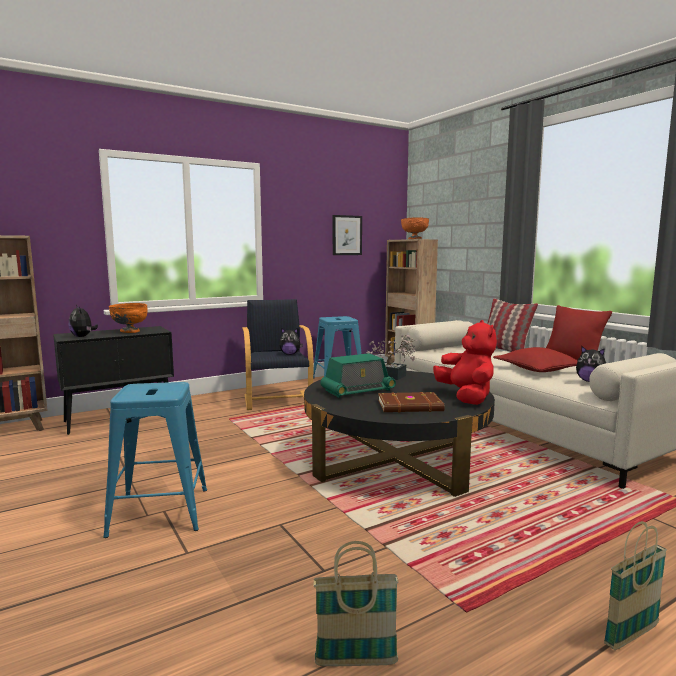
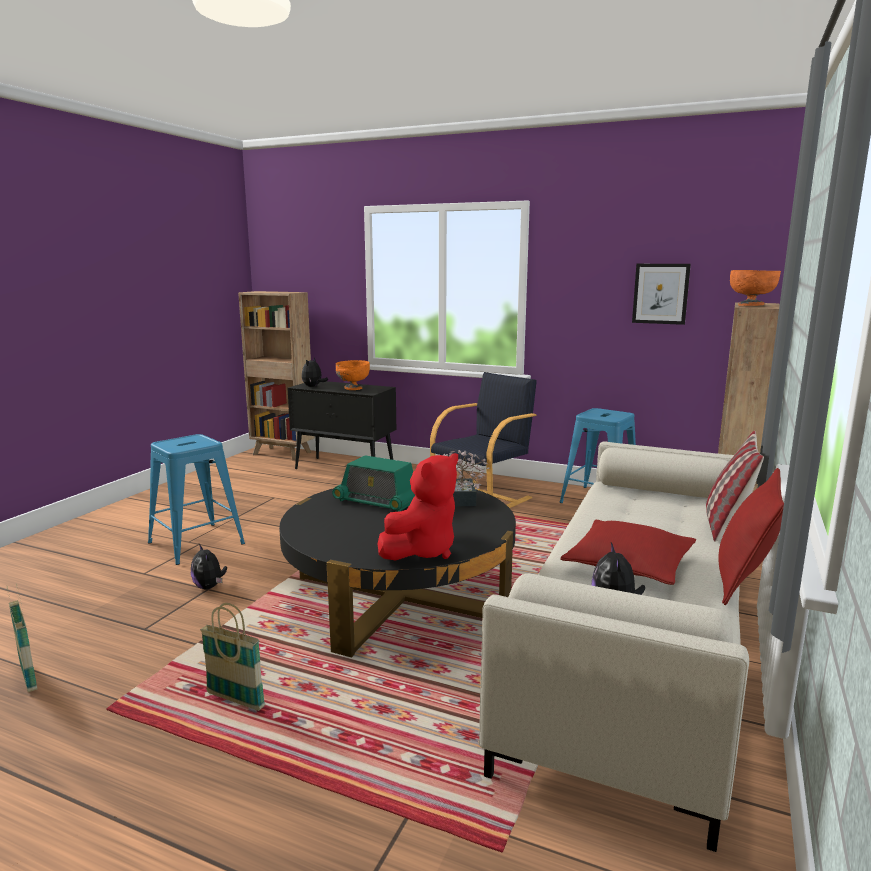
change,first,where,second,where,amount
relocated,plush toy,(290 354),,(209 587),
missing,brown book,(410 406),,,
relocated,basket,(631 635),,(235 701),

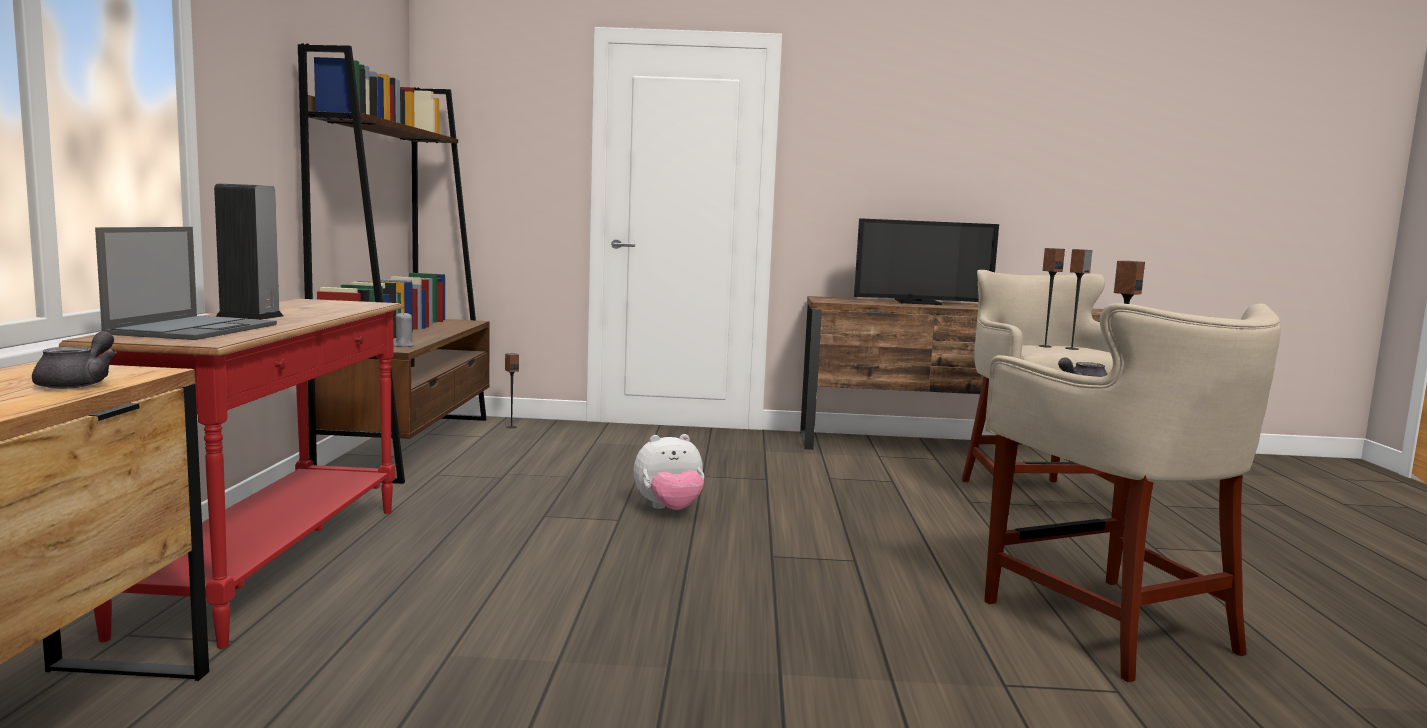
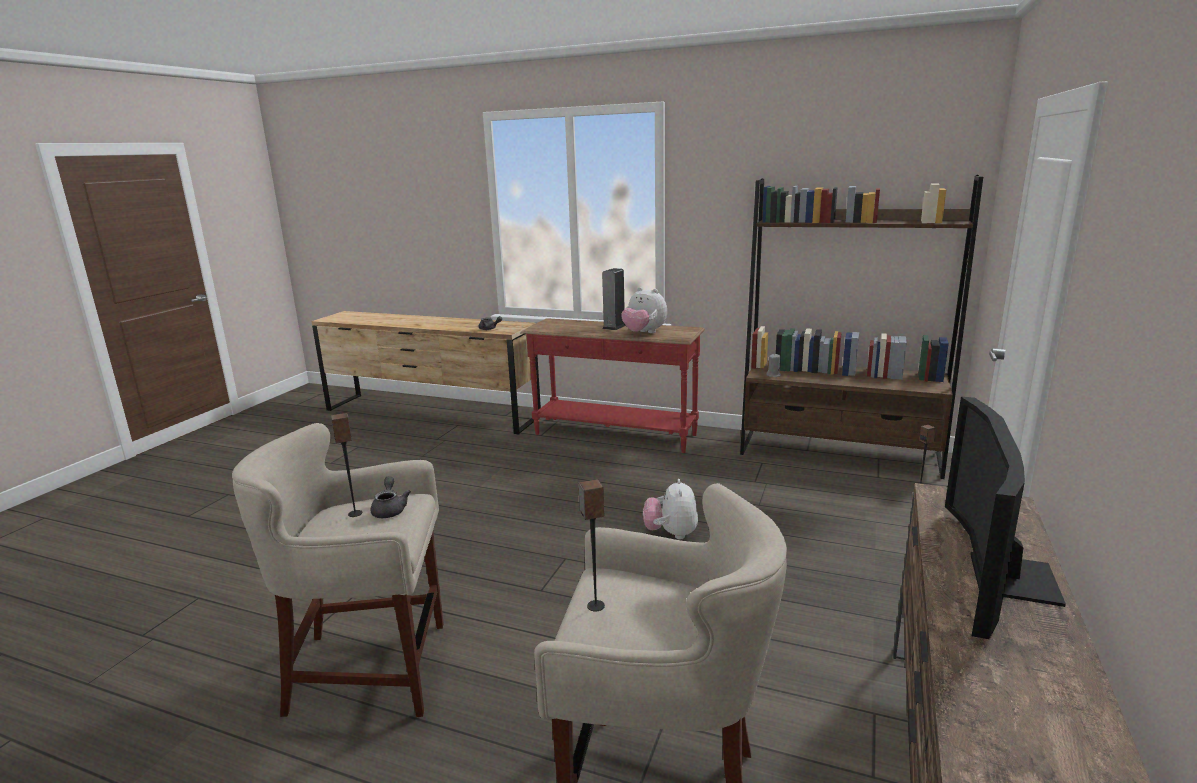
change,first,where,second,where,amount
missing,laptop,(194 329),,,
missing,speaker,(1045 346),,,
appeared,,,plush toy,(644 333),

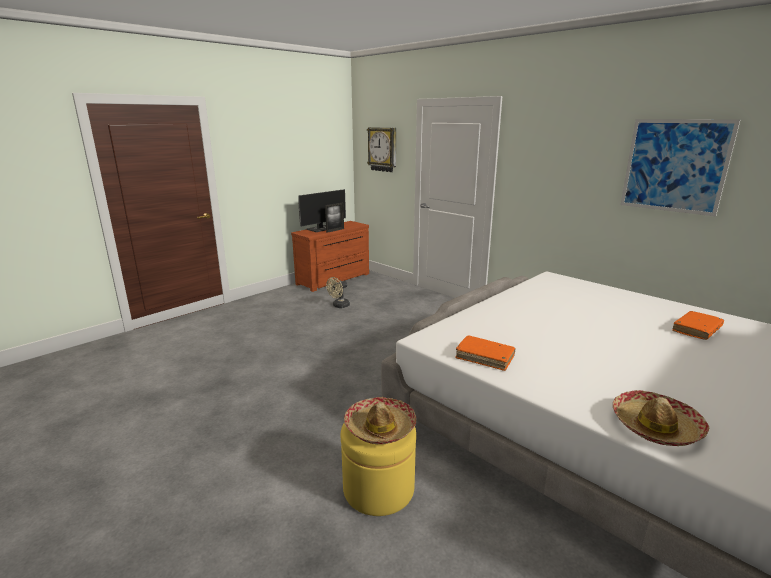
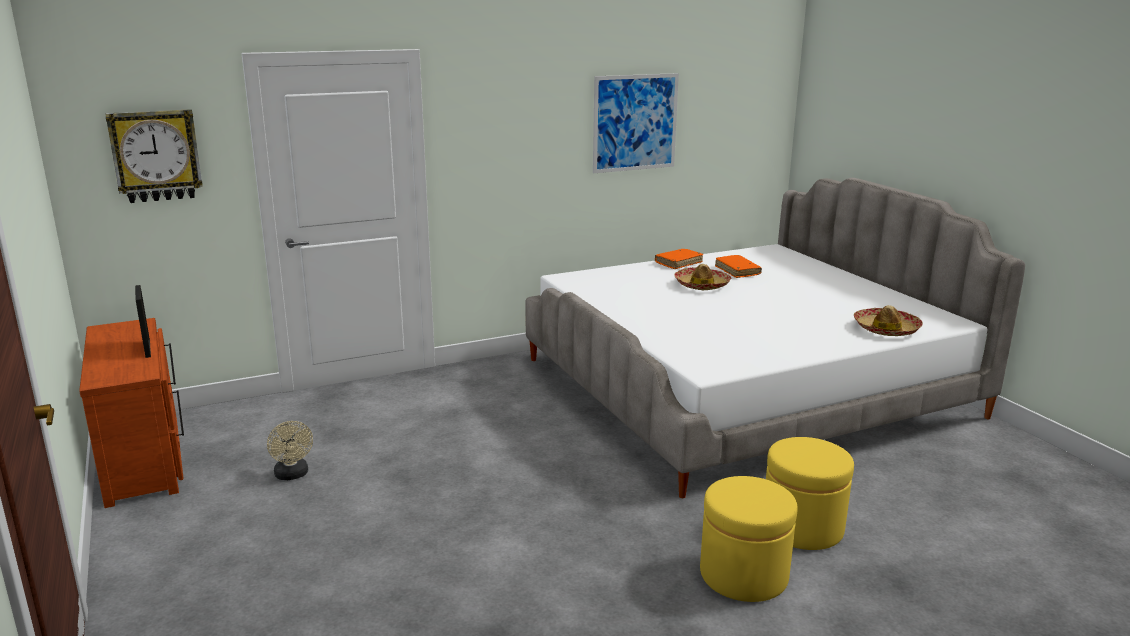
change,first,where,second,where,amount
missing,monitor,(321 228),,,
relocated,orange book,(484 357),,(678 263),
relocated,hat,(380 428),,(702 285),
appeared,,,yellow ottoman,(743 575),

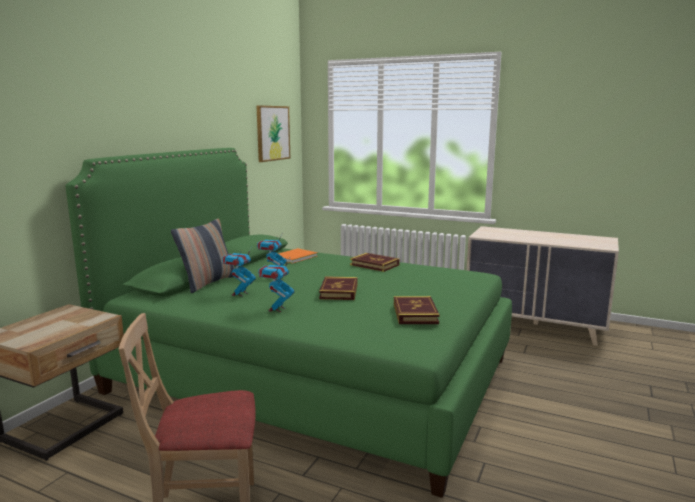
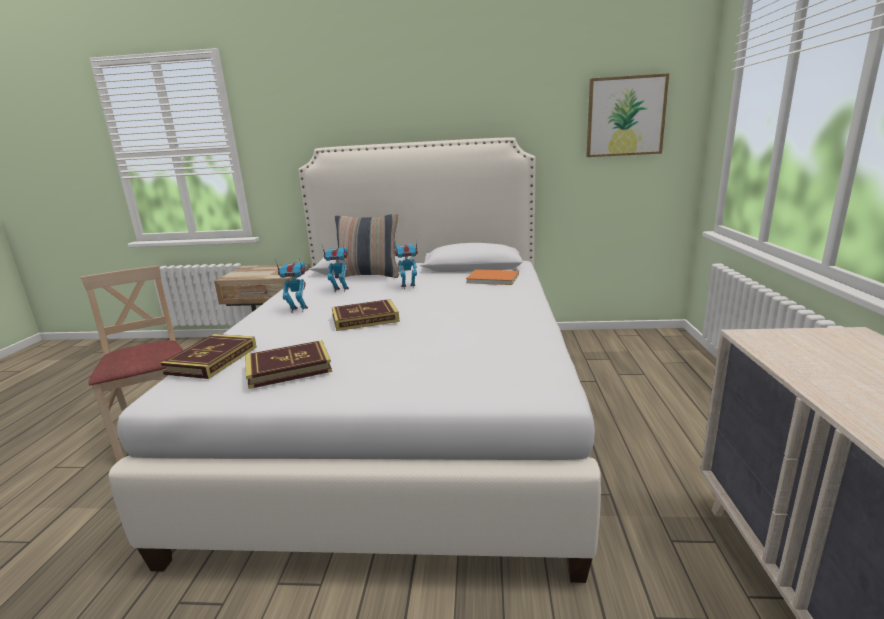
change,first,where,second,where,amount
colour,green bed,(311 375),white bed,(404 411),
relocated,book,(374 265),,(212 360),

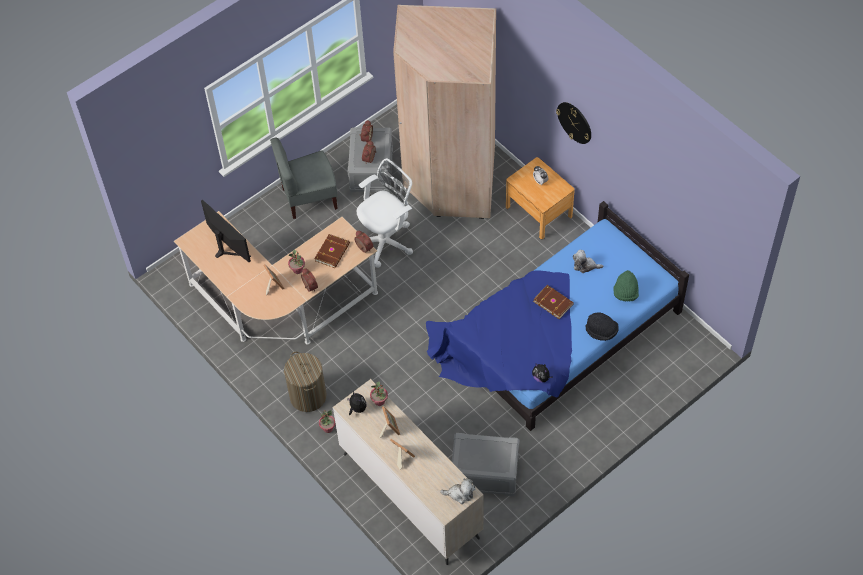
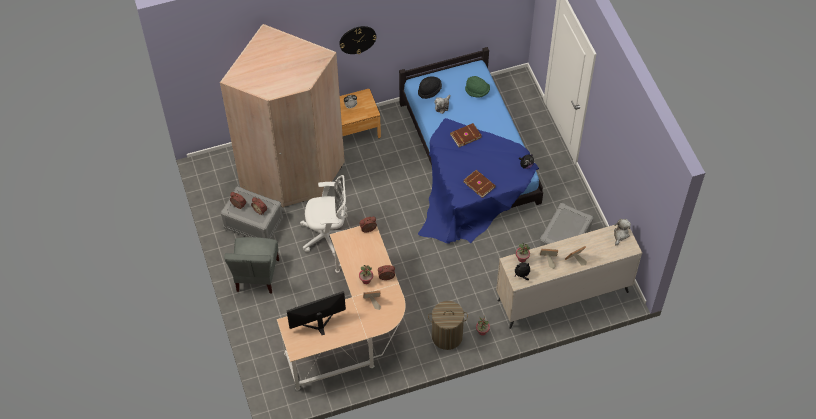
change,first,where,second,where,amount
spun,white office chair,(386 241),,(328 236),105 degrees clockwise
relocated,brown book,(333 252),,(479 184),
relocated,black hat,(601 331),,(429 90),

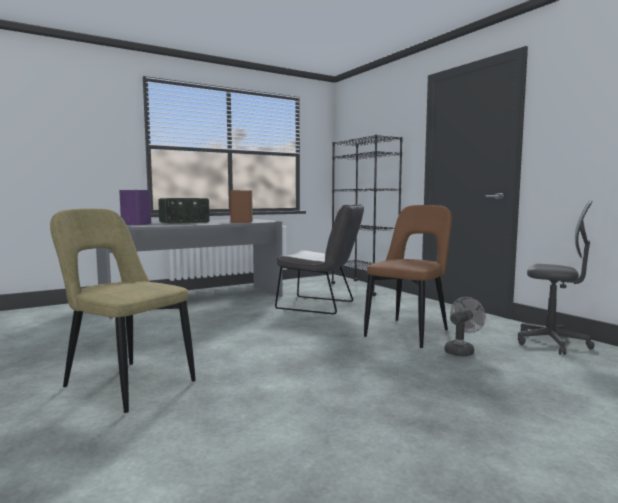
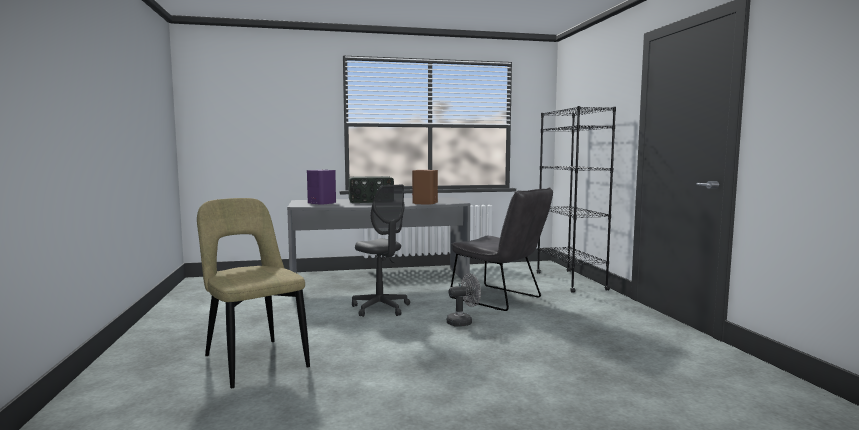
change,first,where,second,where,amount
relocated,grey office chair,(551 343),,(380 308),
missing,brown chair,(409 332),,,
relocated,grey fan,(461 351),,(463 322),

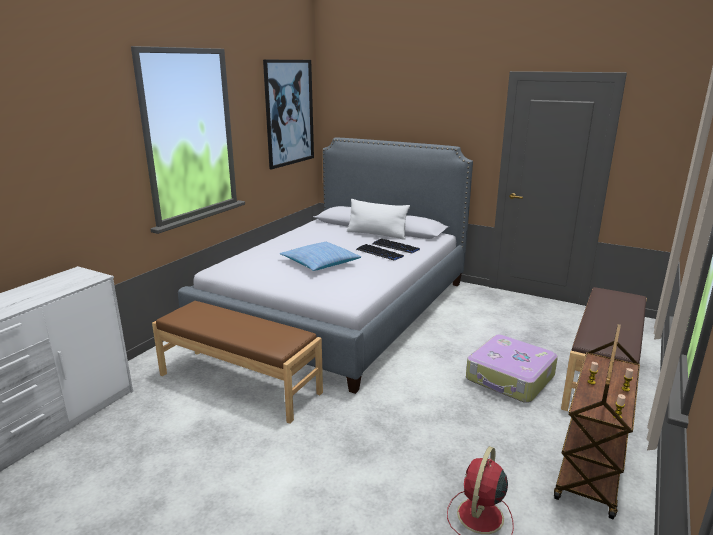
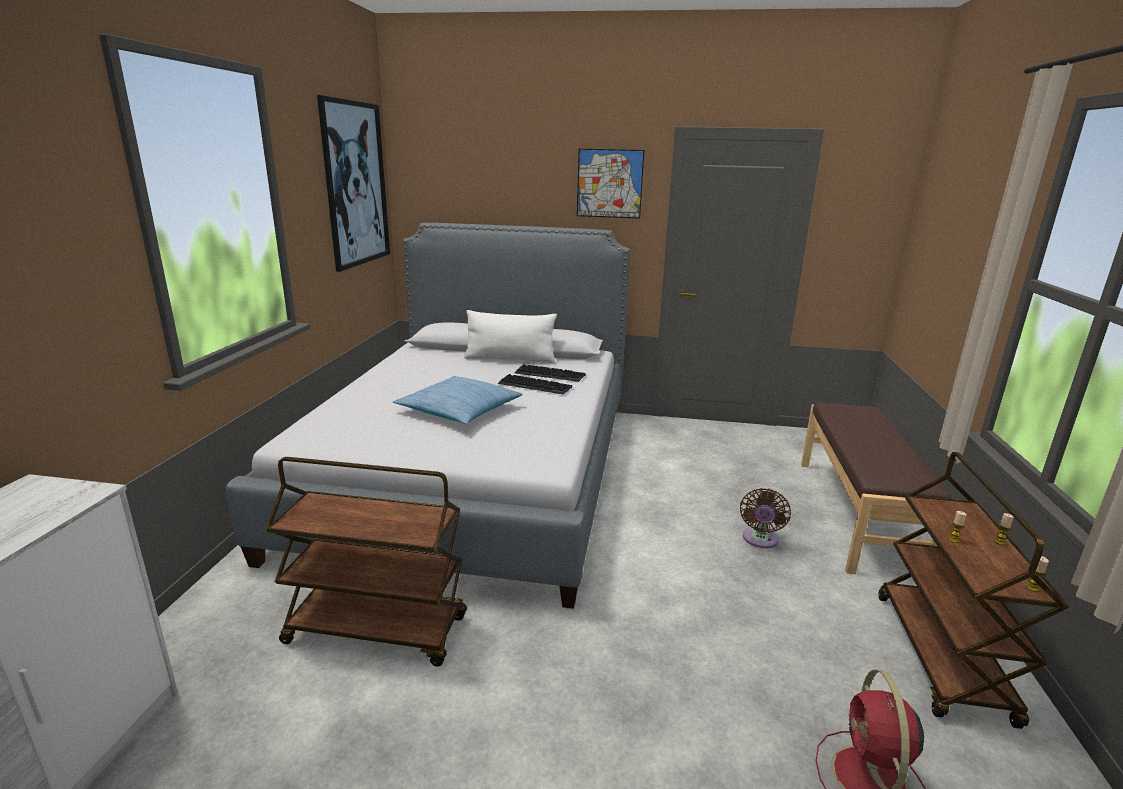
change,first,where,second,where,amount
exchanged,brown bench,(240 383),brown cart,(378 630),
exchanged,suitcase,(510 378),brown fan,(759 540),
appeared,,,picture,(609 183),

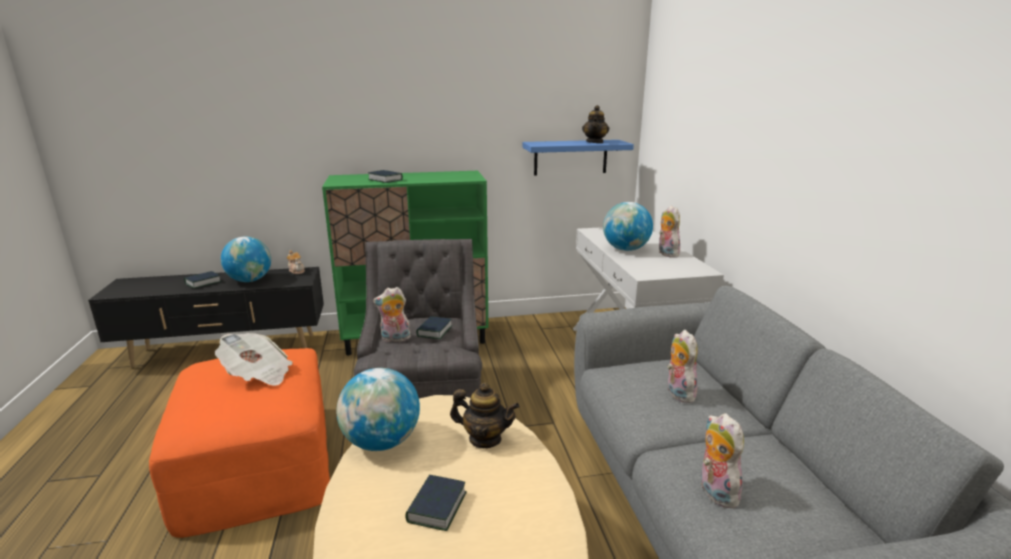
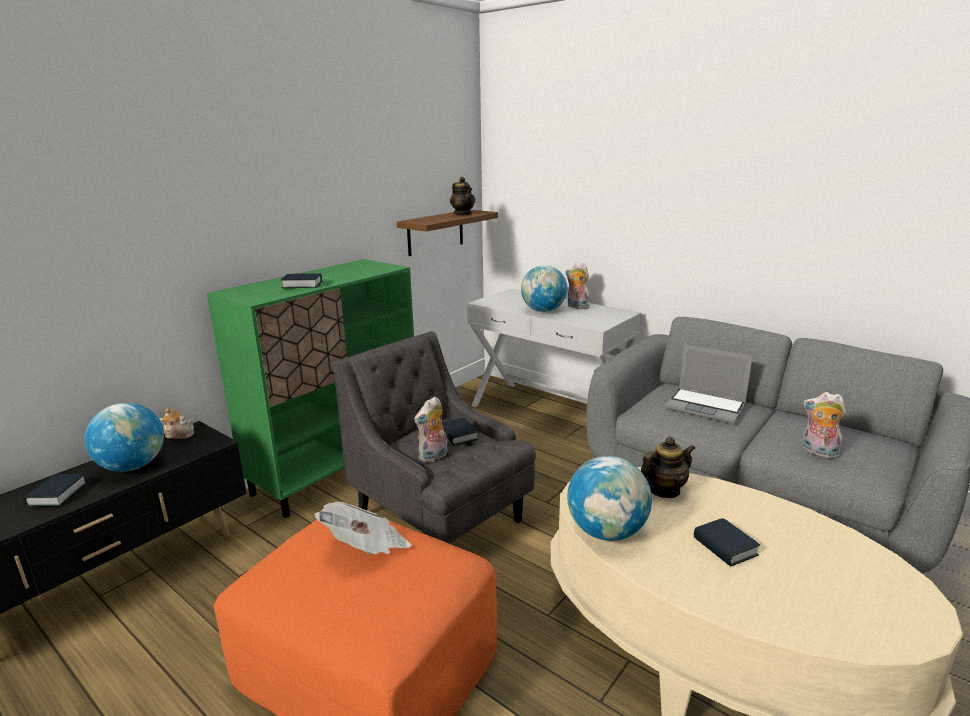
change,first,where,second,where,amount
colour,blue shelf,(570 157),brown shelf,(435 232),
exchanged,plush toy,(677 393),laptop,(706 407),

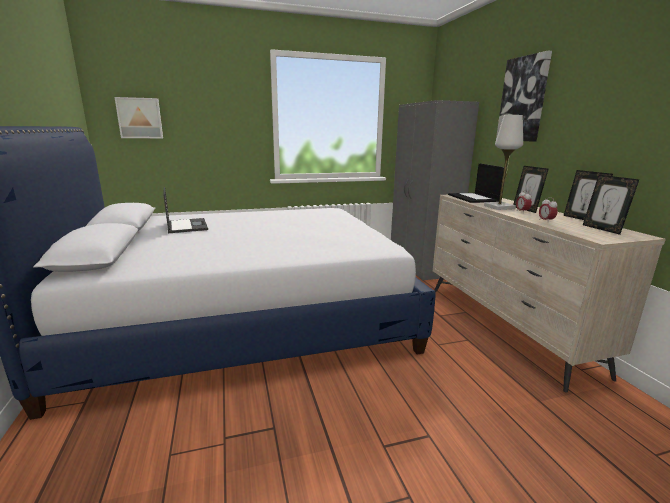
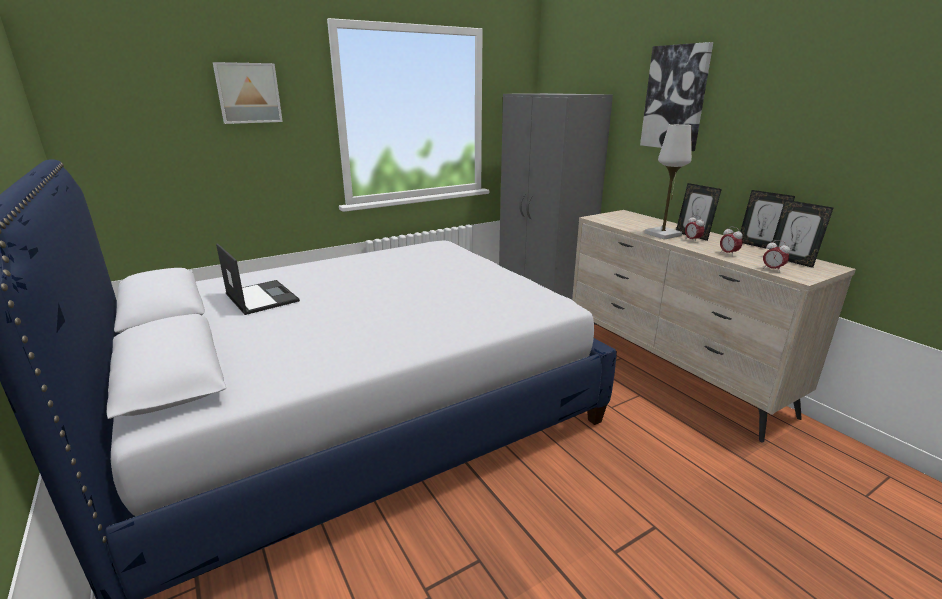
change,first,where,second,where,amount
relocated,picture,(140 118),,(248 93),
missing,laptop,(474 198),,,
appeared,,,alarm clock,(772 269),

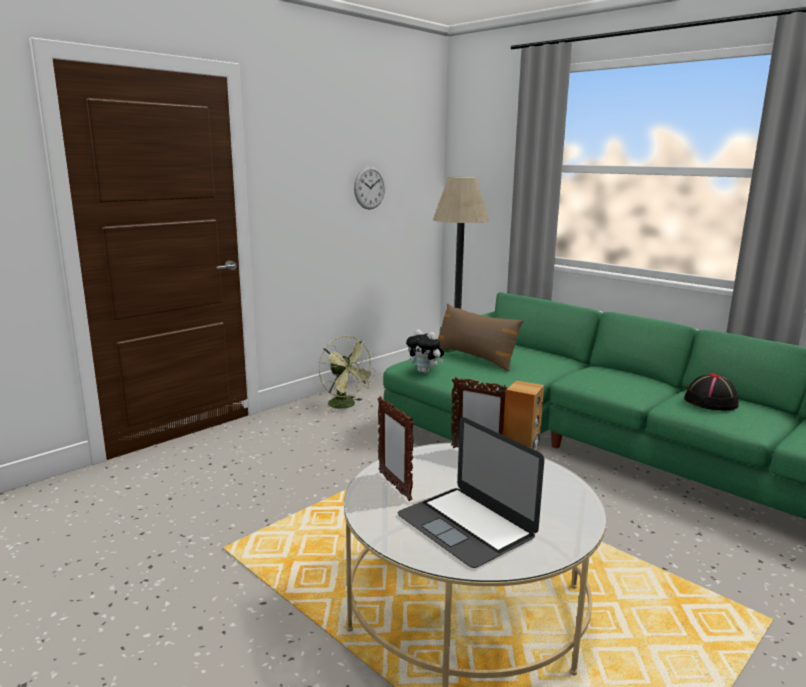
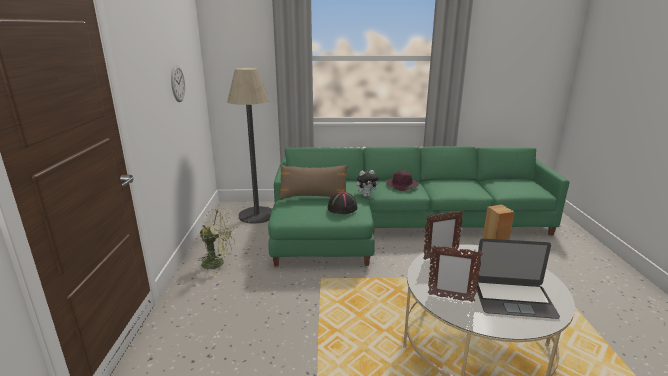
change,first,where,second,where,amount
relocated,plush toy,(425 372),,(367 195),
relocated,black hat,(711 402),,(342 208),
appeared,,,purple hat,(402 185),

